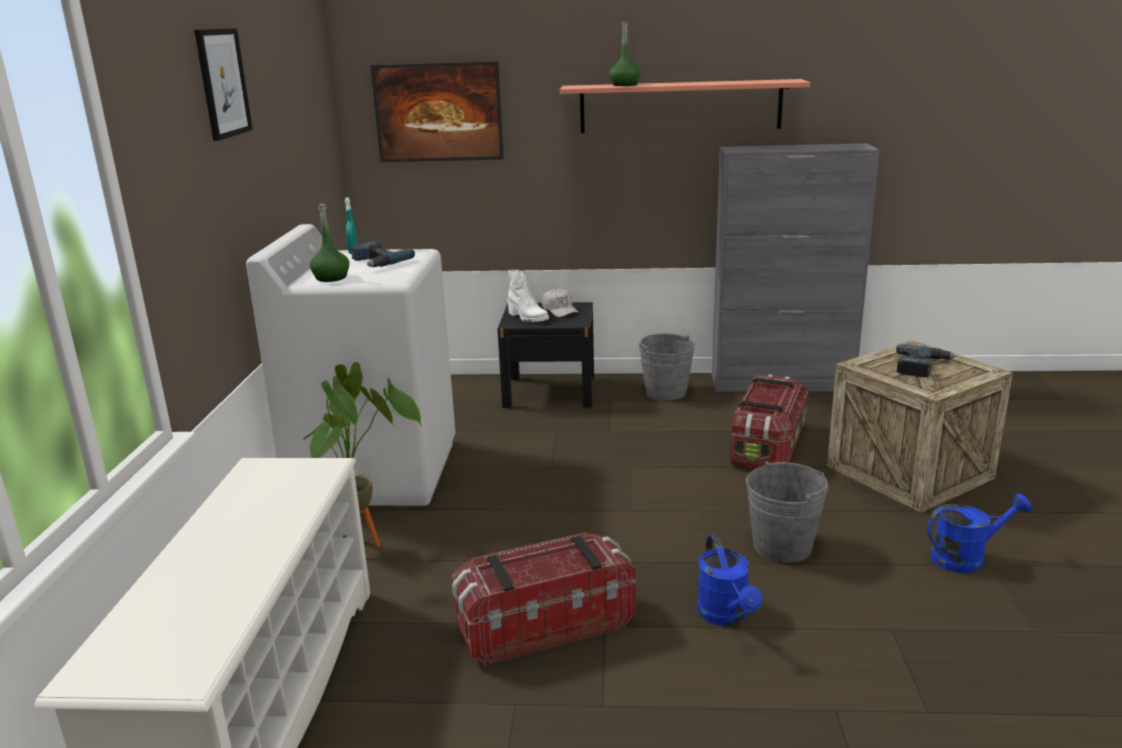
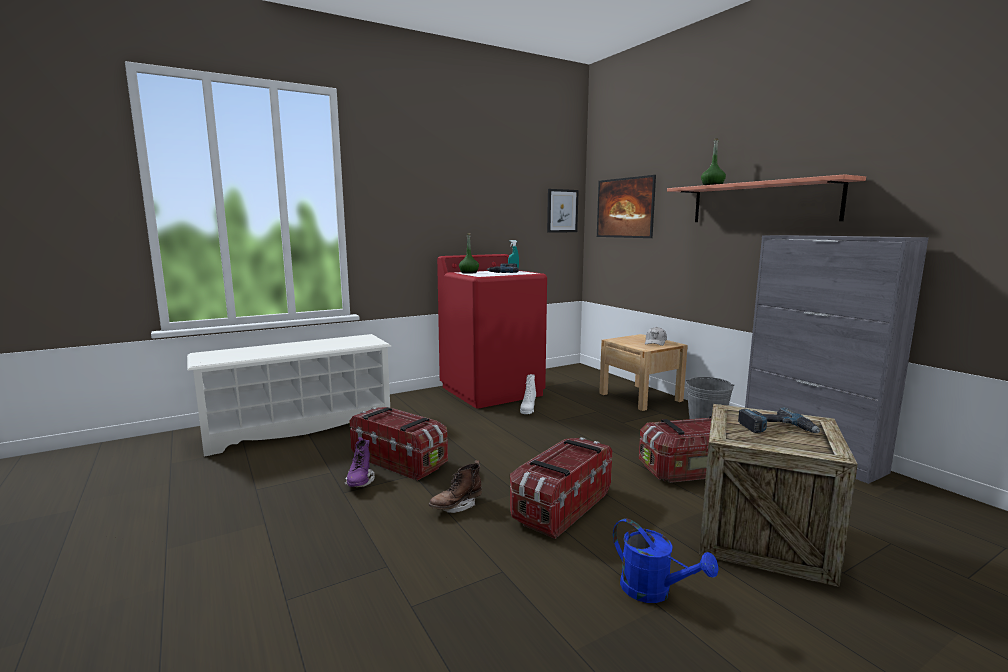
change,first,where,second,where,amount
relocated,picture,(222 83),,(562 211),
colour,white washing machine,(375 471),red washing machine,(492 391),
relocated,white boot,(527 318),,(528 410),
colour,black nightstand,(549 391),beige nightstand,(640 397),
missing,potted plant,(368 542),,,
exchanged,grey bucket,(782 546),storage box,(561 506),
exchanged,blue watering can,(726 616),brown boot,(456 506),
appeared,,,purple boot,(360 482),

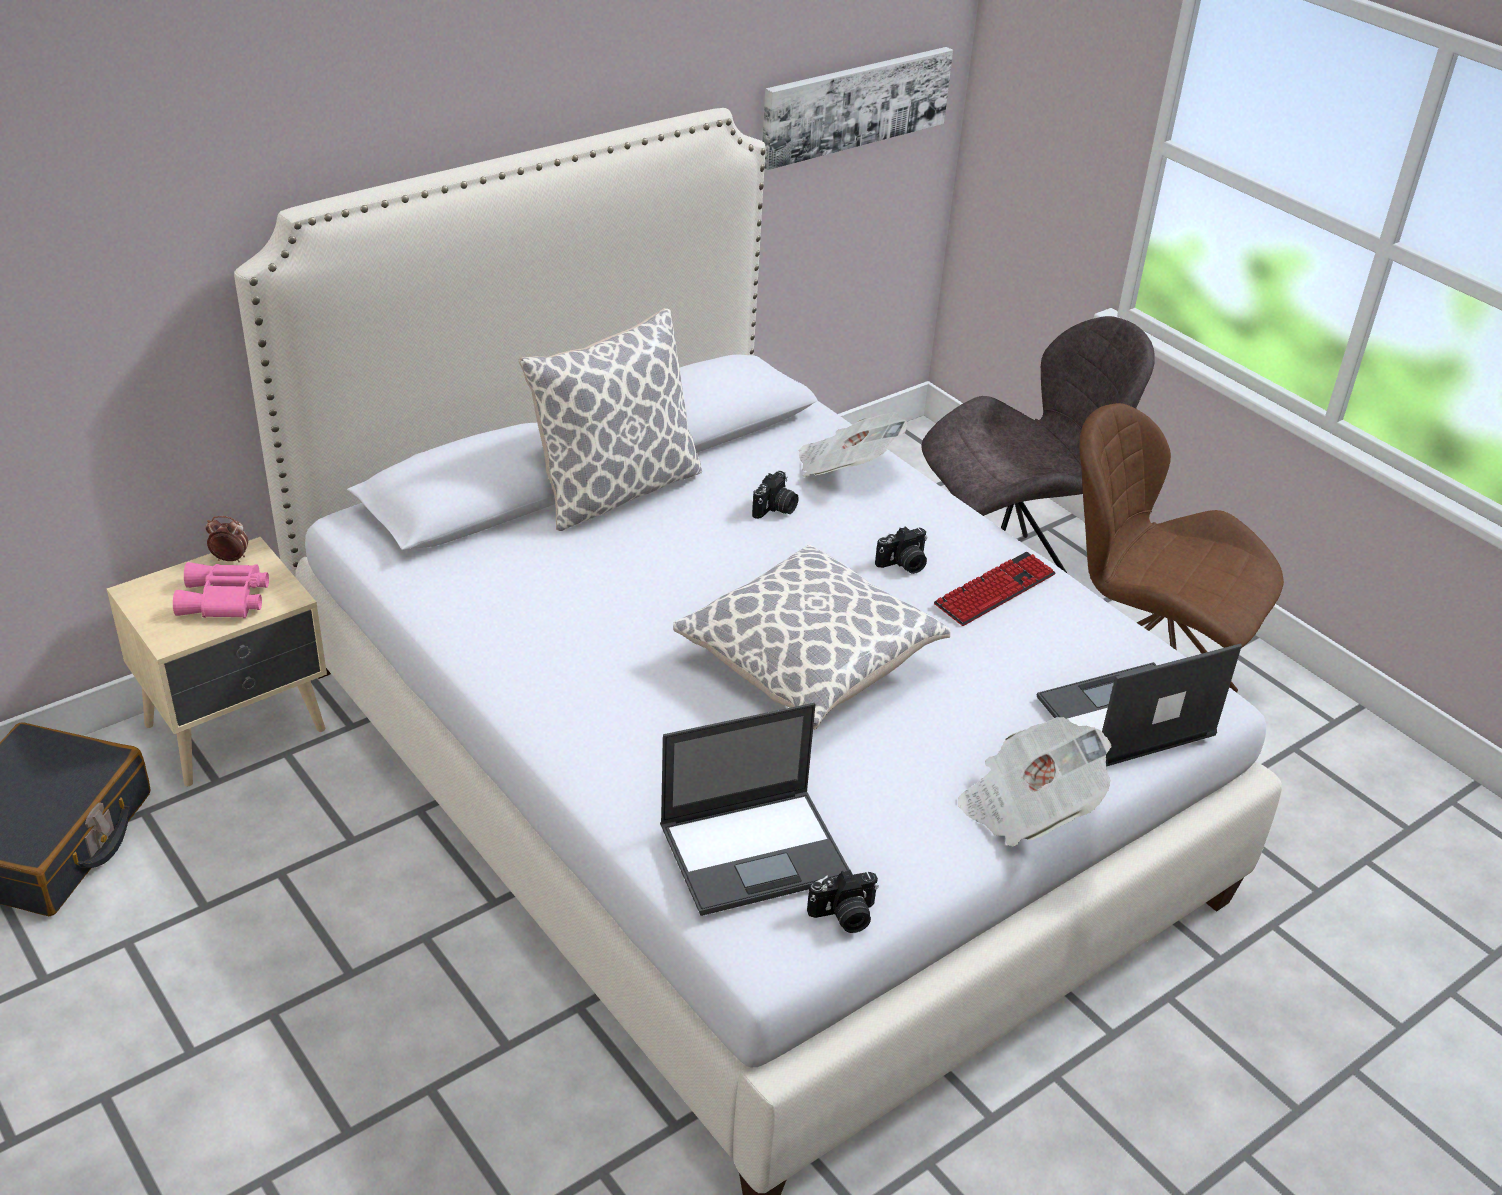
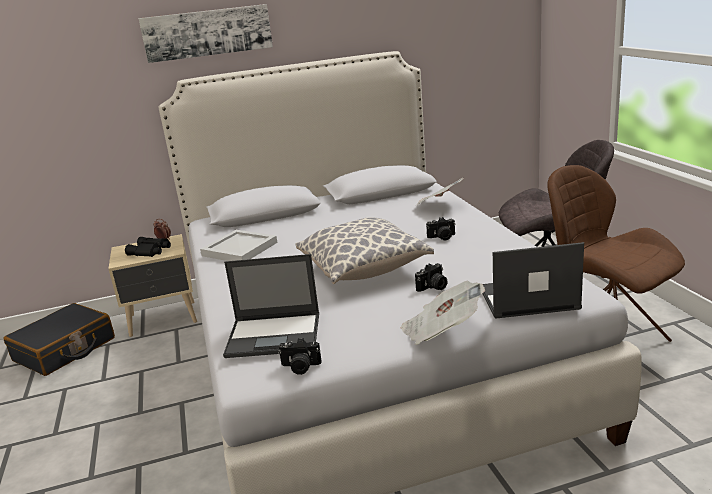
change,first,where,second,where,amount
relocated,picture,(855 105),,(207 33),
missing,pillow,(616 490),,,
relocated,photo camera,(775 509),,(433 287),
missing,keyboard,(995 590),,,
colour,pink binoculars,(225 600),black binoculars,(150 252),
appeared,,,white tray,(240 249),

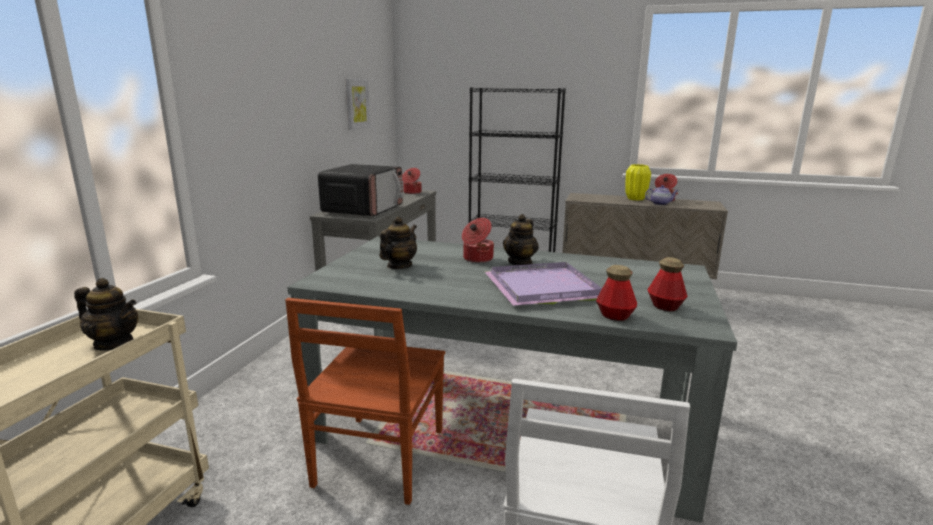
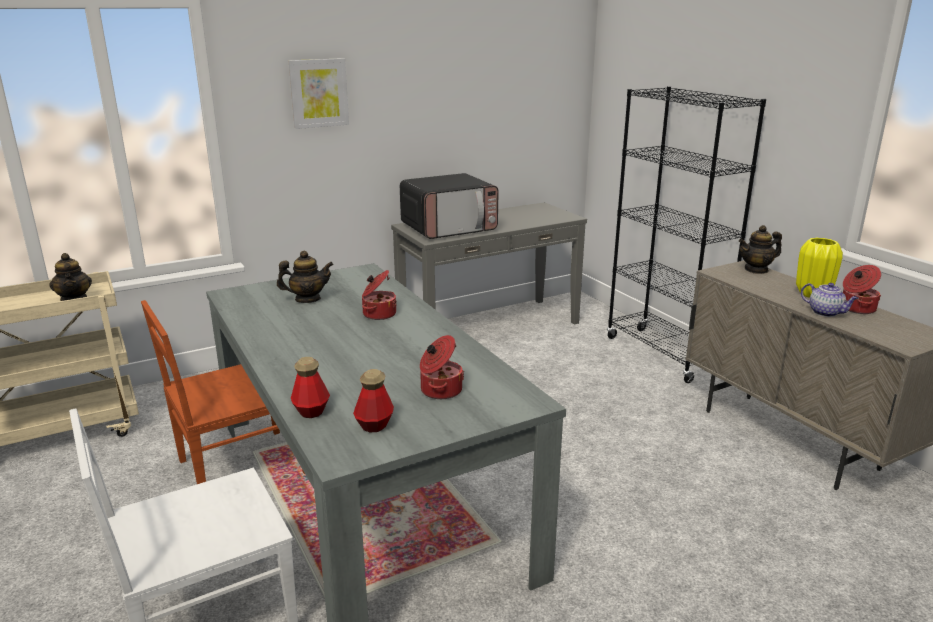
change,first,where,second,where,amount
relocated,picture,(356 104),,(319 93),
relocated,cooking pot,(412 192),,(440 390),
relocated,teapot,(520 262),,(756 270),
missing,purple tray,(545 288),,,

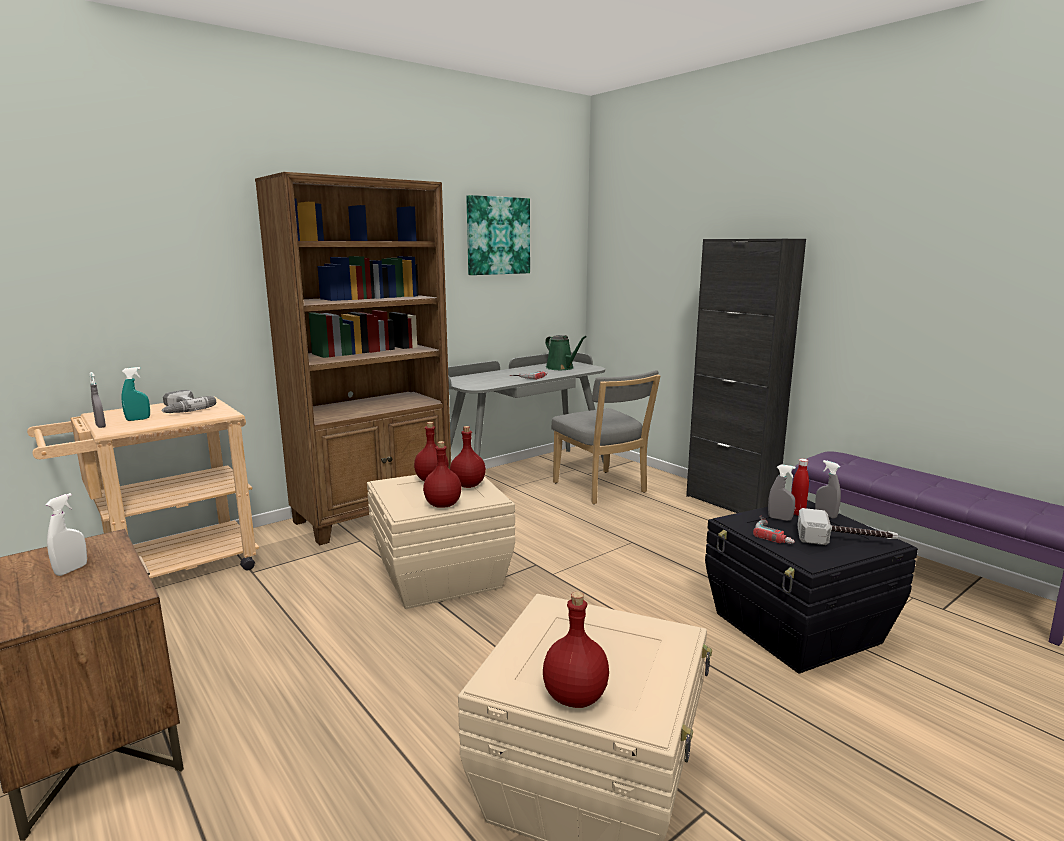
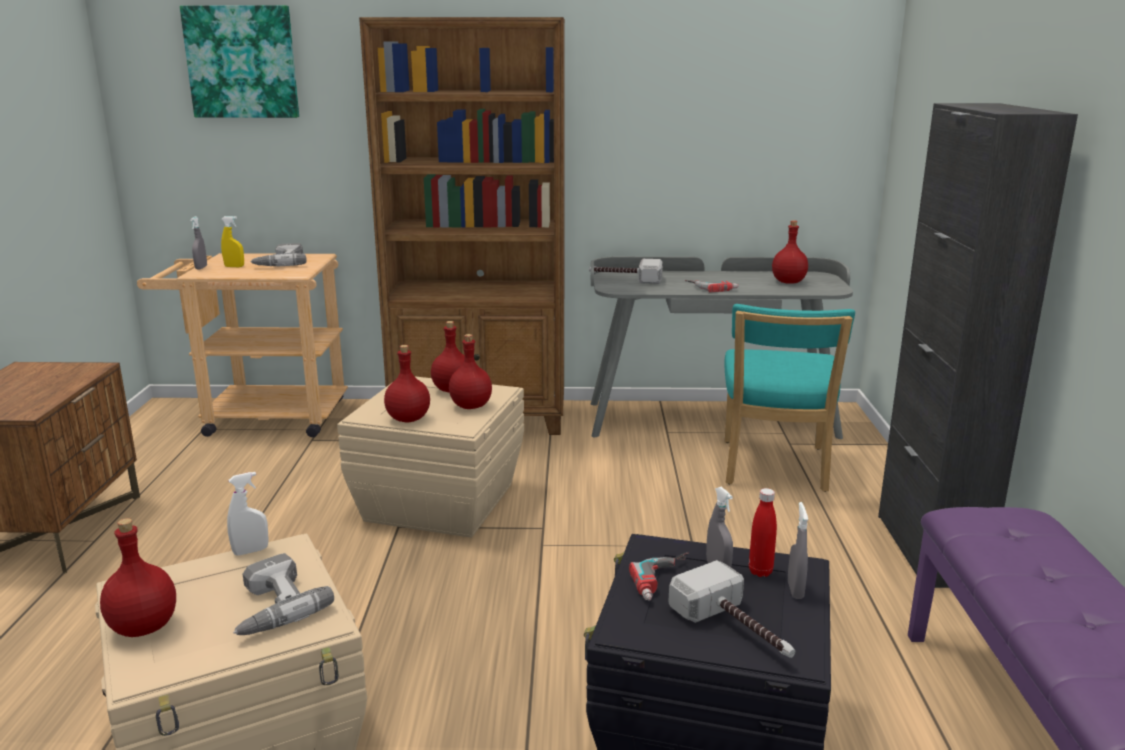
change,first,where,second,where,amount
relocated,picture,(497 236),,(242 62),
exchanged,green watering can,(561 368),red bottle,(788 282),
colour,turquoise spray bottle,(138 419),yellow spray bottle,(234 266),
colour,grey chair,(602 489),turquoise chair,(774 469),
relocated,white spray bottle,(71 570),,(251 551),
appeared,,,hammer,(625 279),
appeared,,,power drill,(270 607),

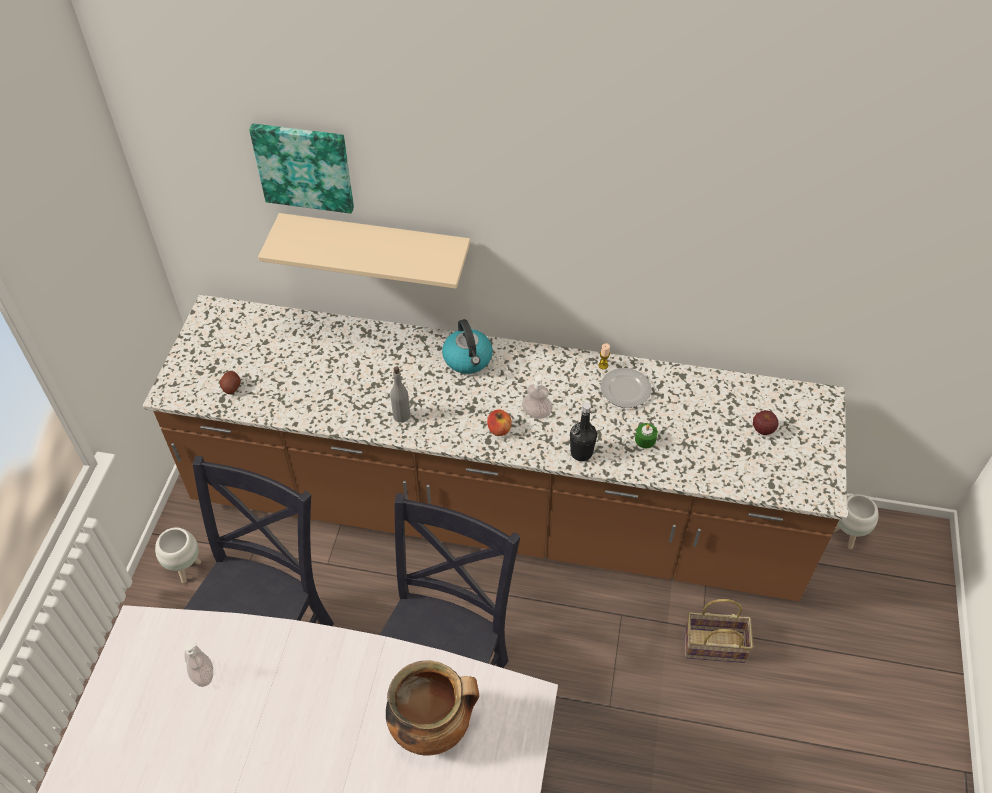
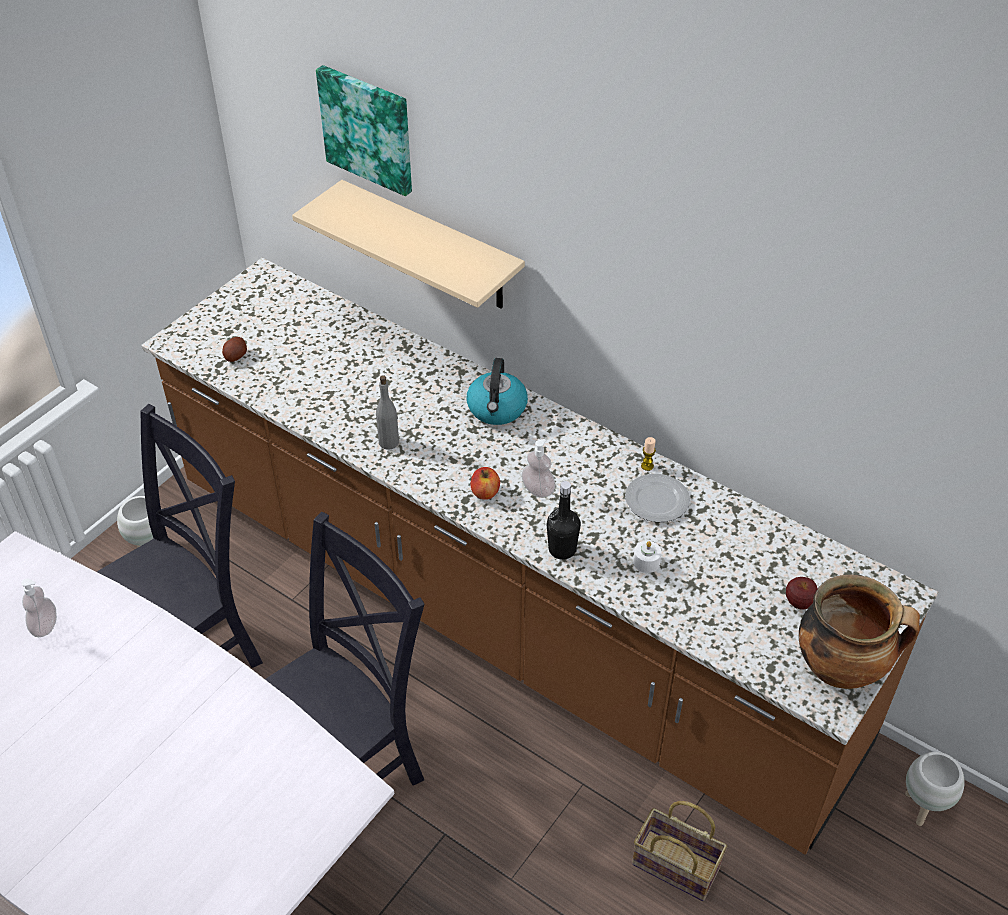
change,first,where,second,where,amount
colour,green candle,(645 439),white candle,(646 562),
relocated,cooking pot,(432 727),,(841 668),

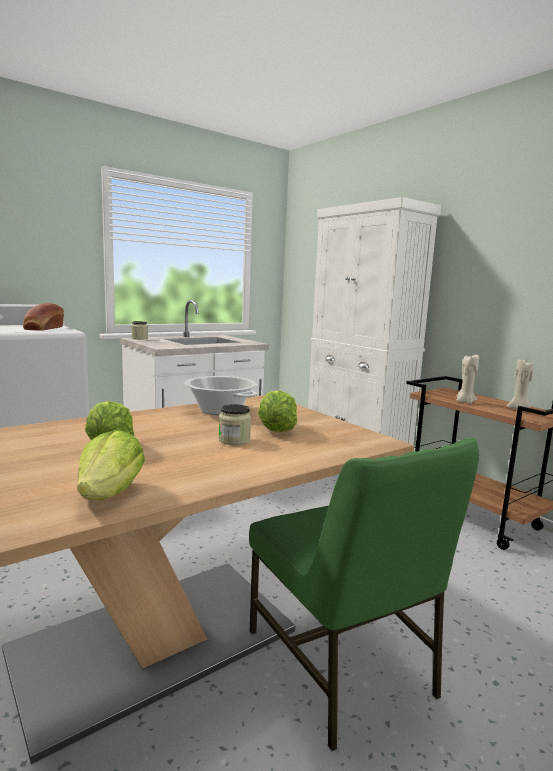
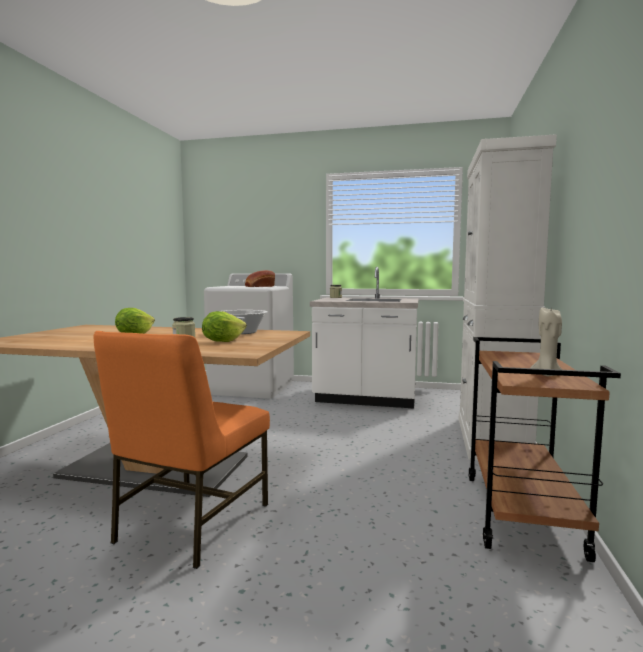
change,first,where,second,where,amount
missing,beige candle,(465 402),,,
missing,lettuce,(110 494),,,
colour,green chair,(342 667),orange chair,(190 523),

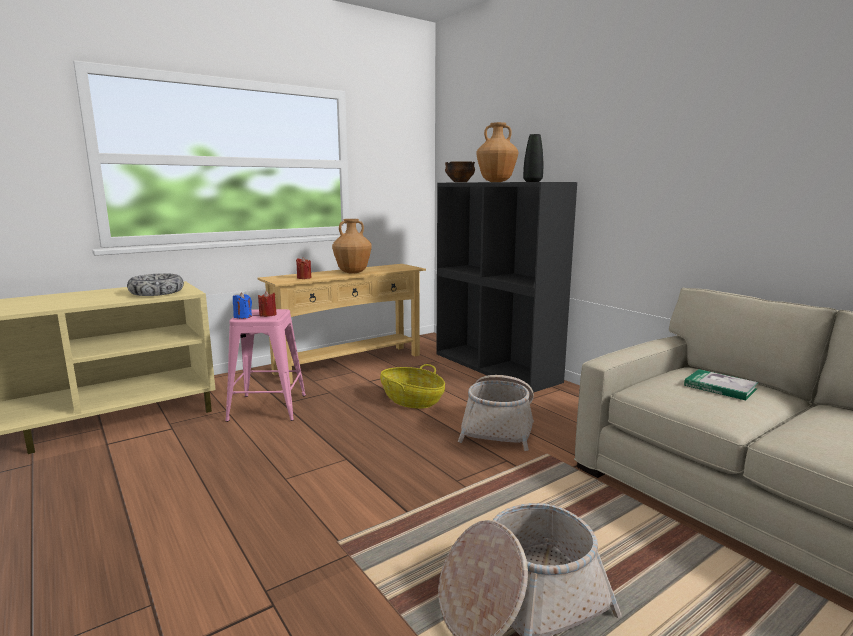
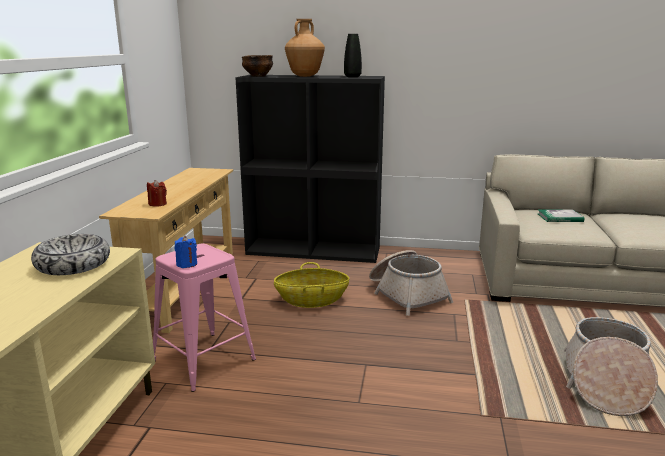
change,first,where,second,where,amount
missing,brown vase,(353 272),,,
missing,red candle,(268 315),,,

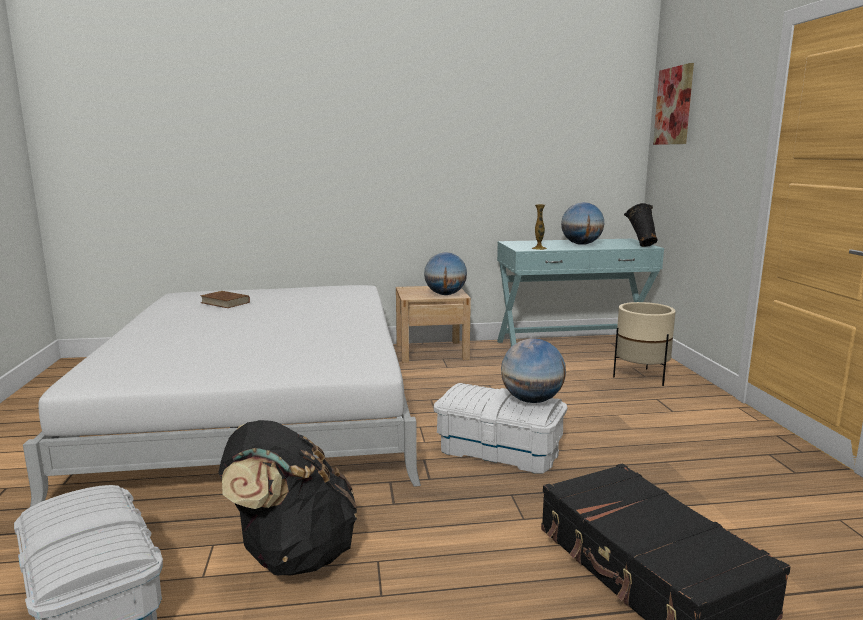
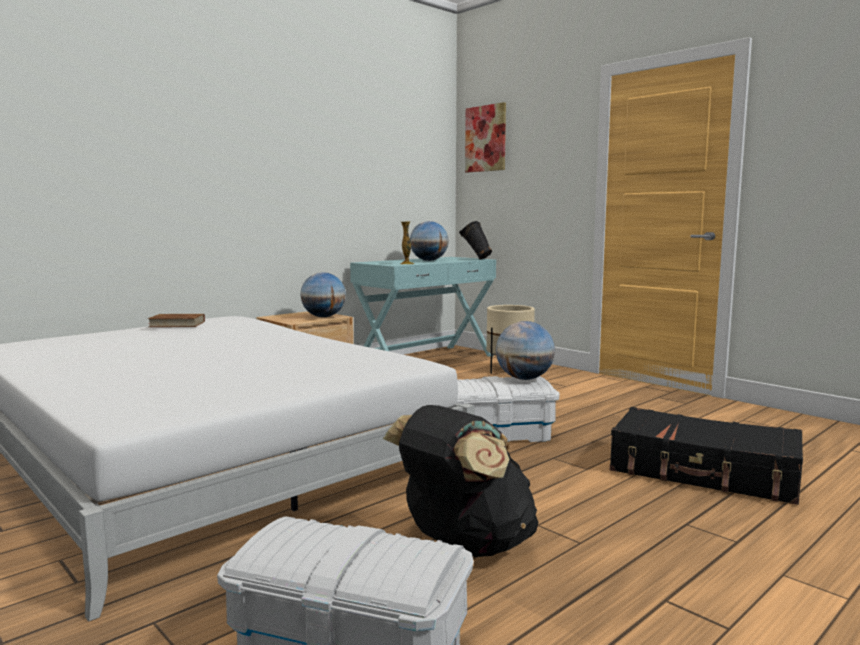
change,first,where,second,where,amount
relocated,brown book,(225 302),,(177 324),

